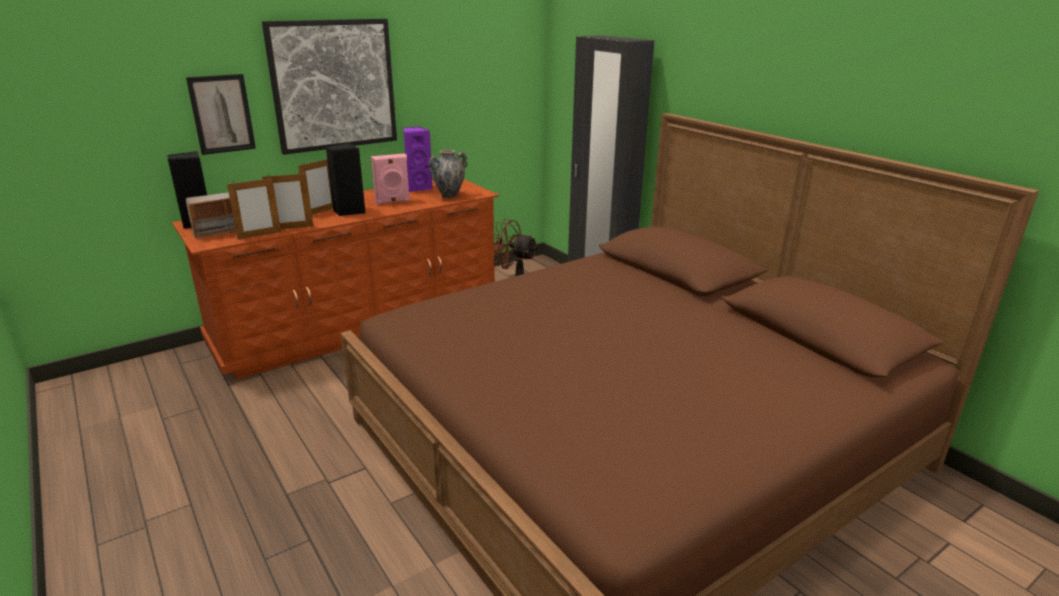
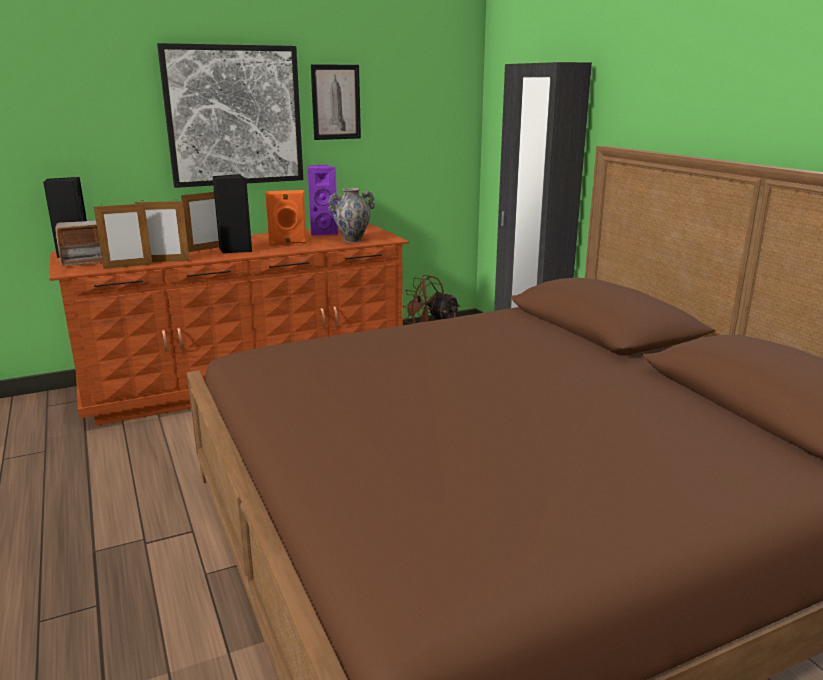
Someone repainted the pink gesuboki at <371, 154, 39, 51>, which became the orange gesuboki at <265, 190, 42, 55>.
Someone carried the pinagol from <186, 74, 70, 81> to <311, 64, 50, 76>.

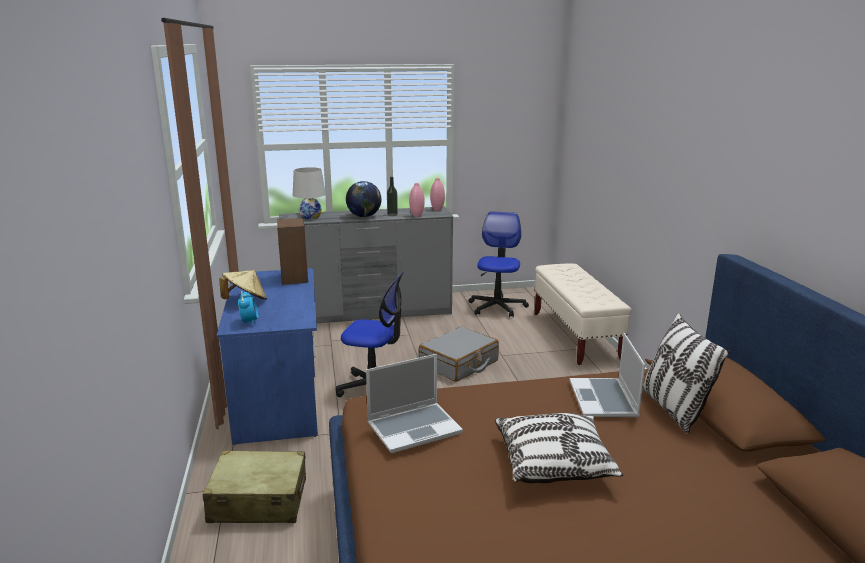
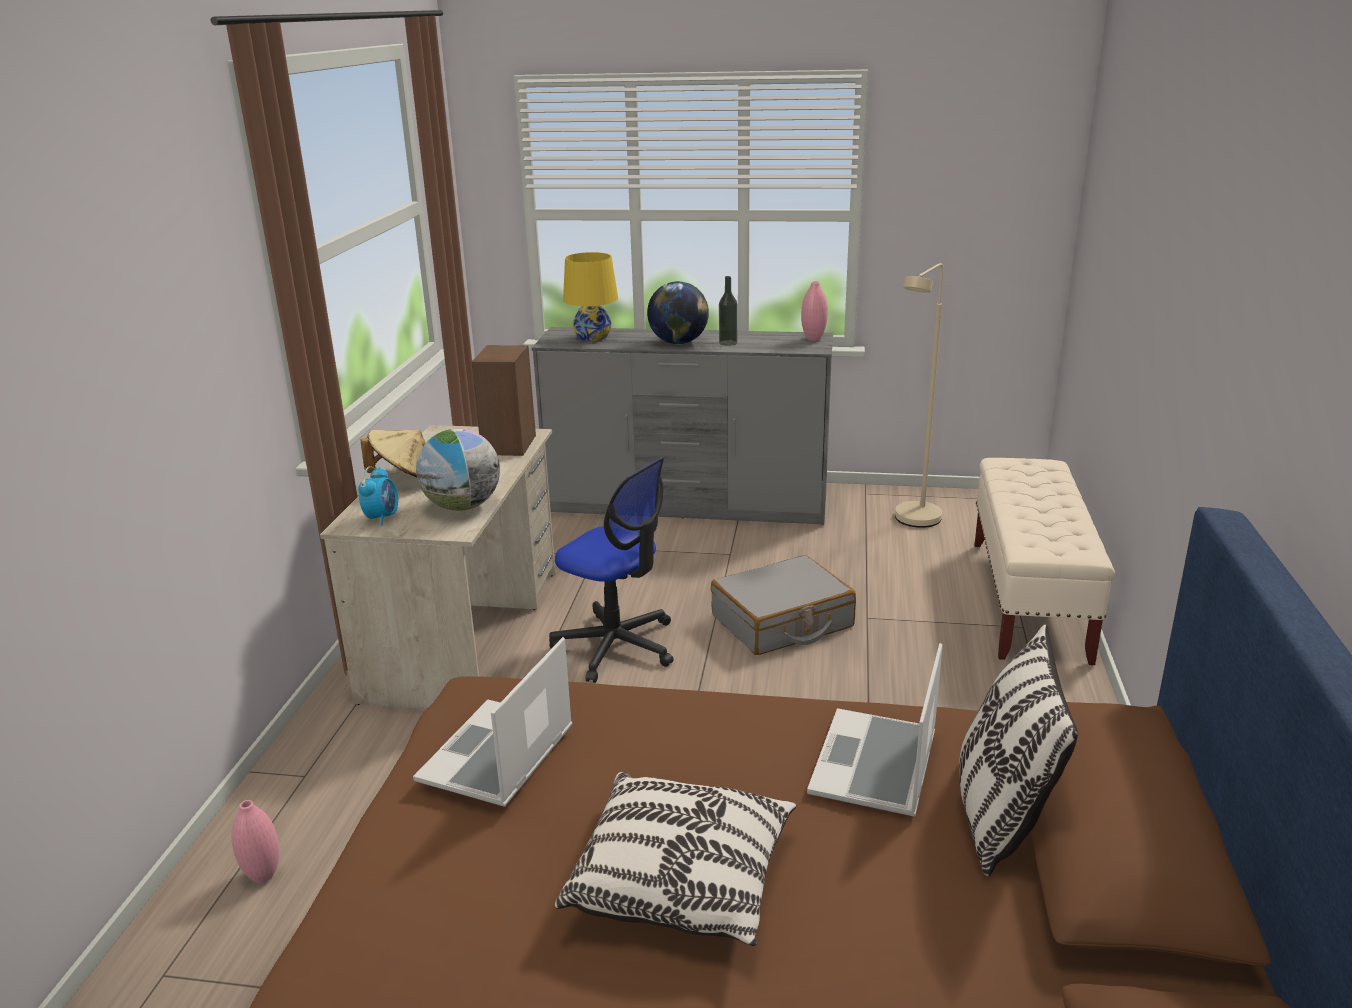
Someone carried the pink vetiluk from <409, 183, 16, 34> to <231, 800, 48, 83>.
Someone repainted the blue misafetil at <216, 268, 102, 177>, which became the beige misafetil at <320, 425, 236, 284>.
Someone rotated the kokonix at <366, 354, 97, 99> by 120 degrees clockwise.
Someone put down the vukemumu at <416, 428, 84, 83>.
Someone repainted the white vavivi at <293, 167, 33, 52>, which became the yellow vavivi at <563, 252, 55, 89>.
Someone swapped the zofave at <469, 211, 60, 106> for the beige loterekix at <895, 263, 48, 265>.
Someone took away the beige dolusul at <203, 450, 103, 73>.

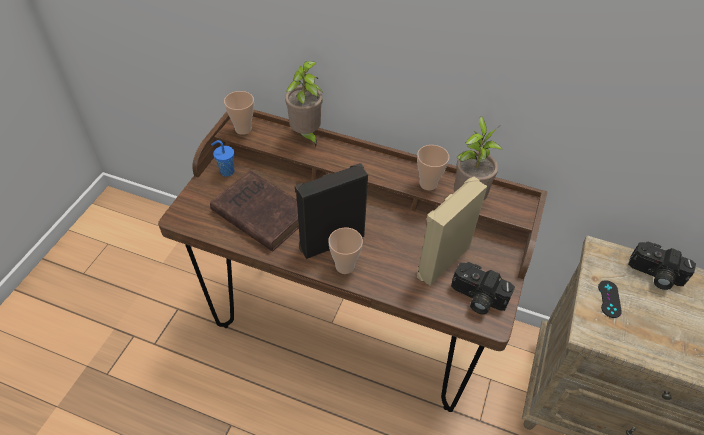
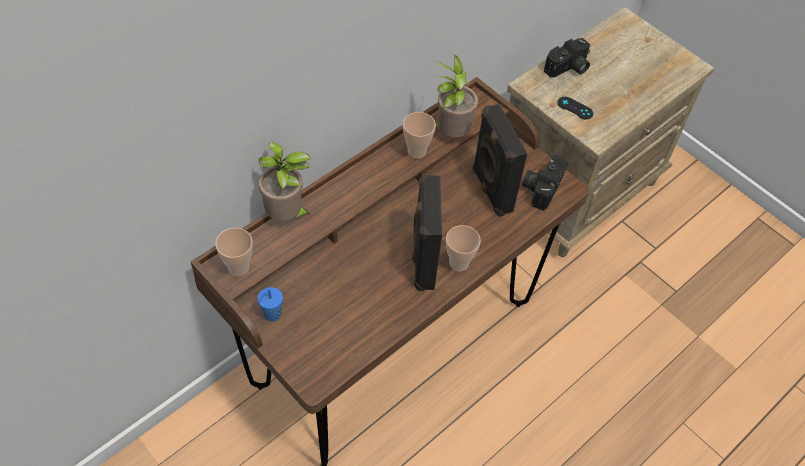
Someone repainted the beige gesuboki at <417, 177, 70, 109>, which became the black gesuboki at <472, 104, 55, 113>.
Someone rotated the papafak at <451, 262, 64, 52> by 150 degrees clockwise.
Someone took away the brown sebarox at <210, 170, 89, 81>.

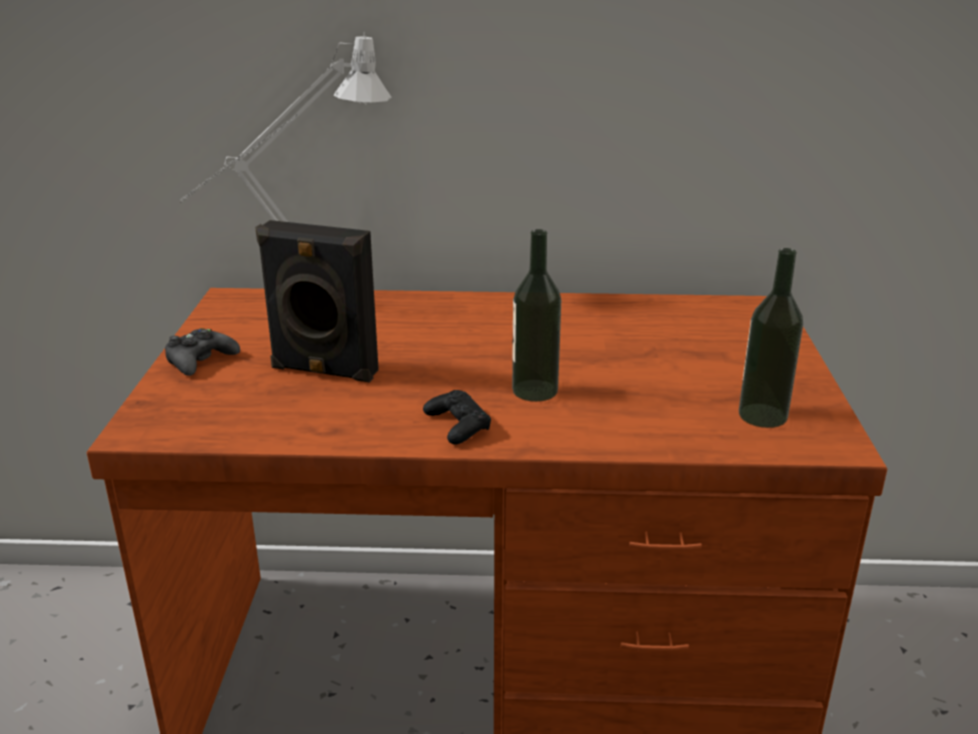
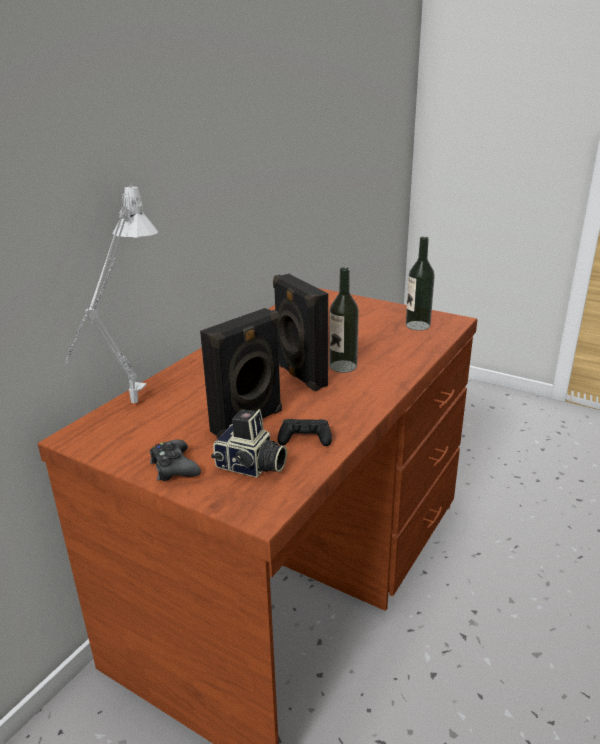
Someone put down the papafak at <211, 409, 76, 69>.
Someone put down the black gesuboki at <273, 274, 55, 118>.
Someone carried the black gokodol from <423, 390, 68, 55> to <277, 419, 55, 27>.

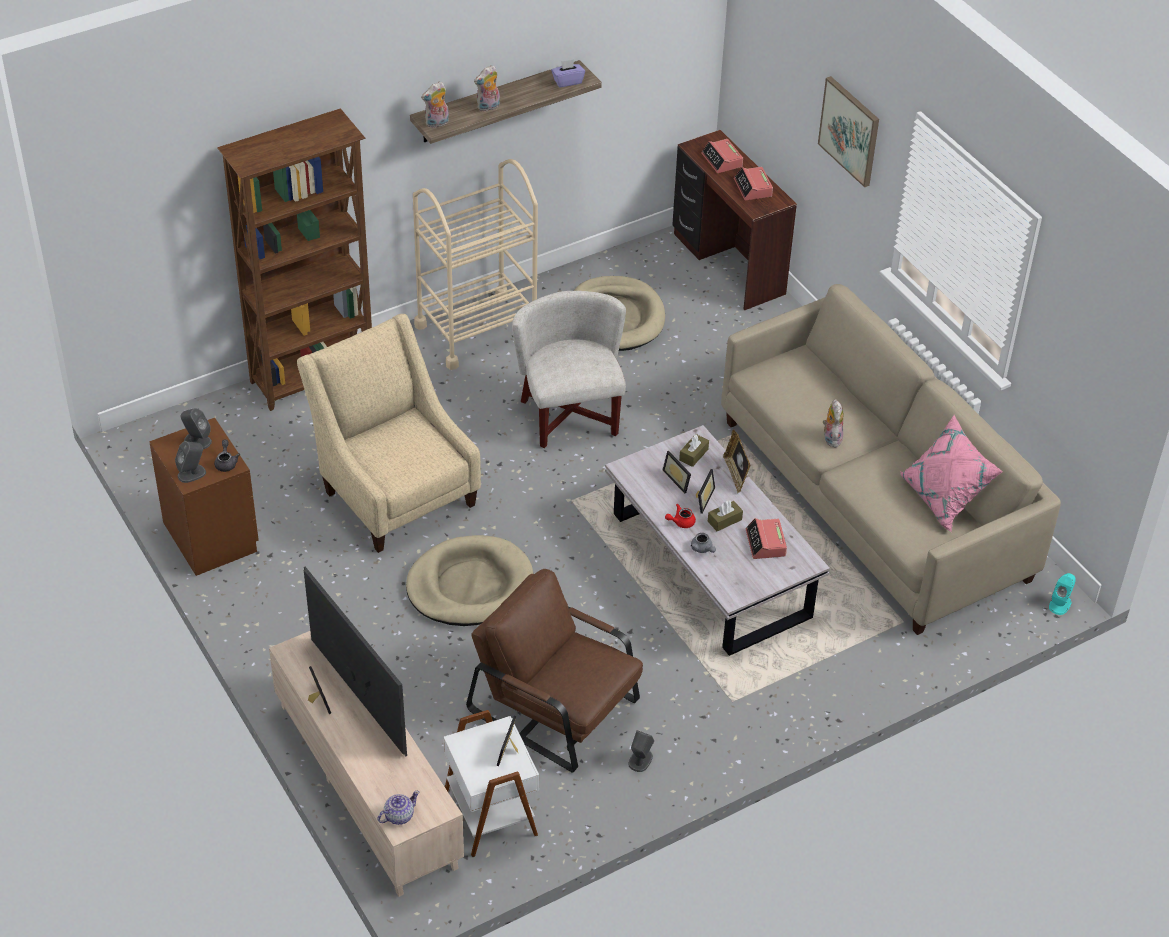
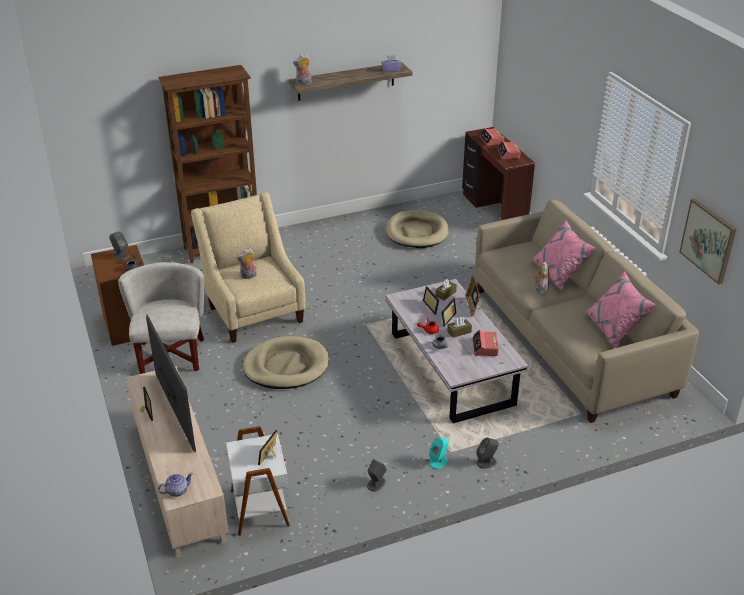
Someone carried the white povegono from <512, 291, 114, 157> to <118, 262, 86, 112>.
Someone carried the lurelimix from <474, 65, 26, 47> to <236, 248, 21, 31>.
Someone carried the turquoise gesuboki from <1049, 573, 27, 42> to <429, 438, 20, 32>.
Someone carried the grey gesuboki from <175, 441, 31, 42> to <476, 438, 23, 31>.
Someone put down the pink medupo at <532, 220, 64, 70>.
Someone carried the pinagol from <818, 76, 61, 111> to <679, 198, 57, 87>.
Someone took away the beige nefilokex at <413, 159, 125, 211>.
Someone took away the brown povegono at <466, 569, 177, 204>.

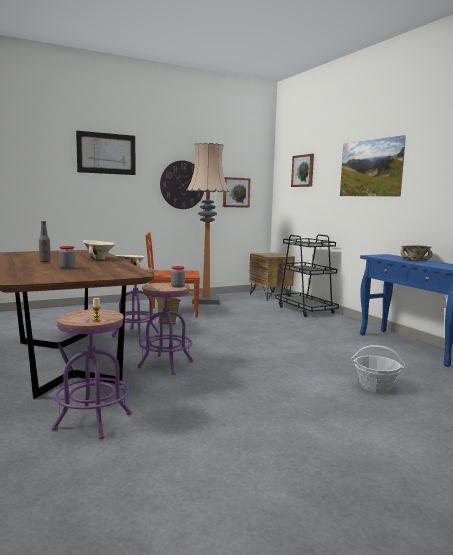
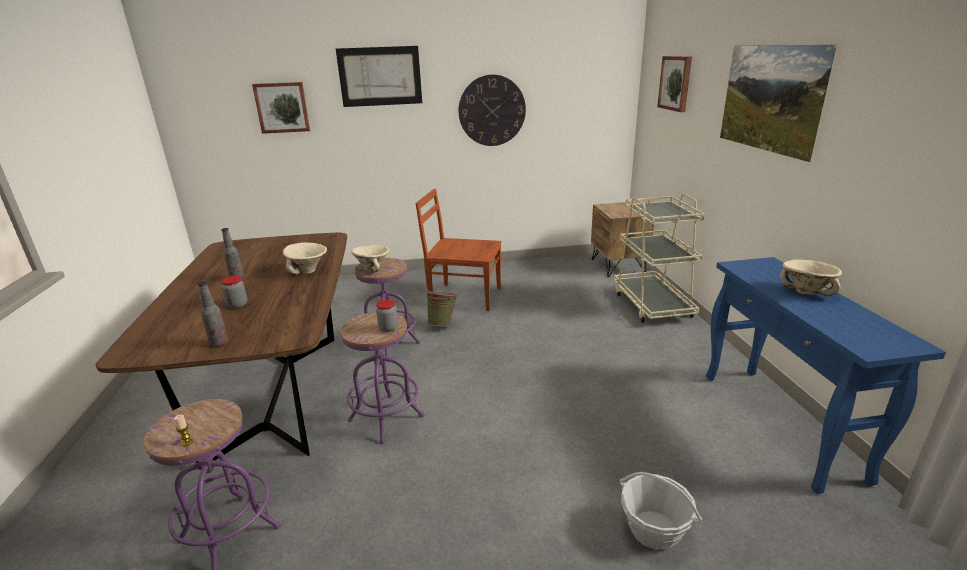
Someone put down the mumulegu at <198, 281, 30, 66>.
Someone carried the pinagol from <223, 177, 28, 31> to <252, 82, 58, 52>.
Someone repainted the black nefilokex at <275, 234, 64, 83>, which became the beige nefilokex at <614, 194, 91, 129>.
Someone took away the loterekix at <187, 143, 43, 162>.

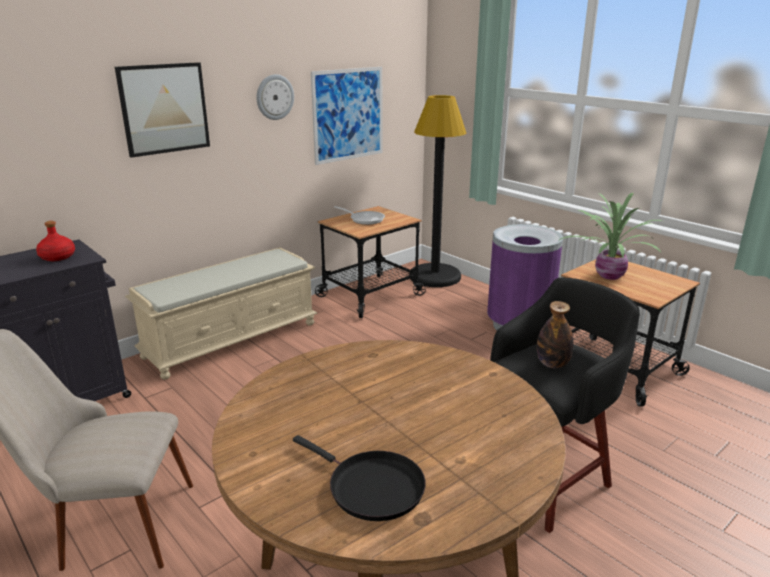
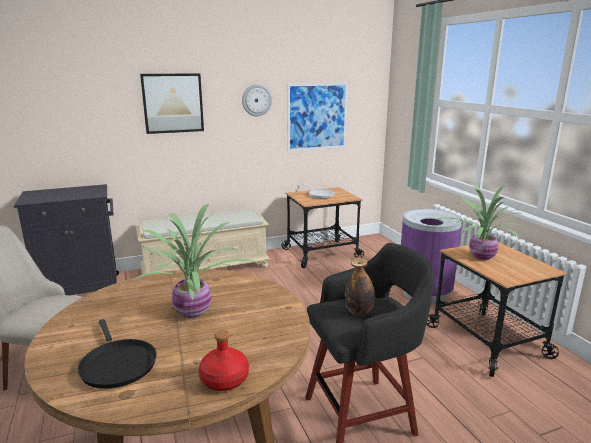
Someone put down the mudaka at <131, 204, 130, 114>.
Someone carried the red mumulegu from <36, 221, 39, 40> to <198, 330, 51, 61>.
Someone took away the black loterekix at <409, 95, 58, 192>.

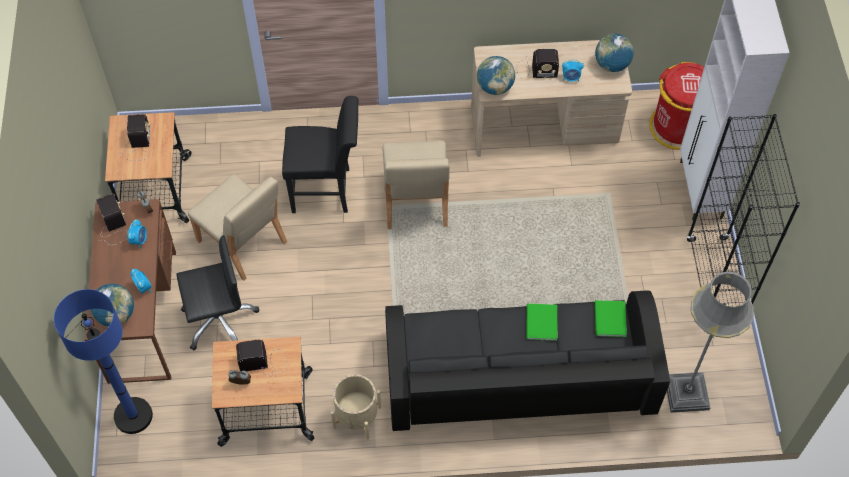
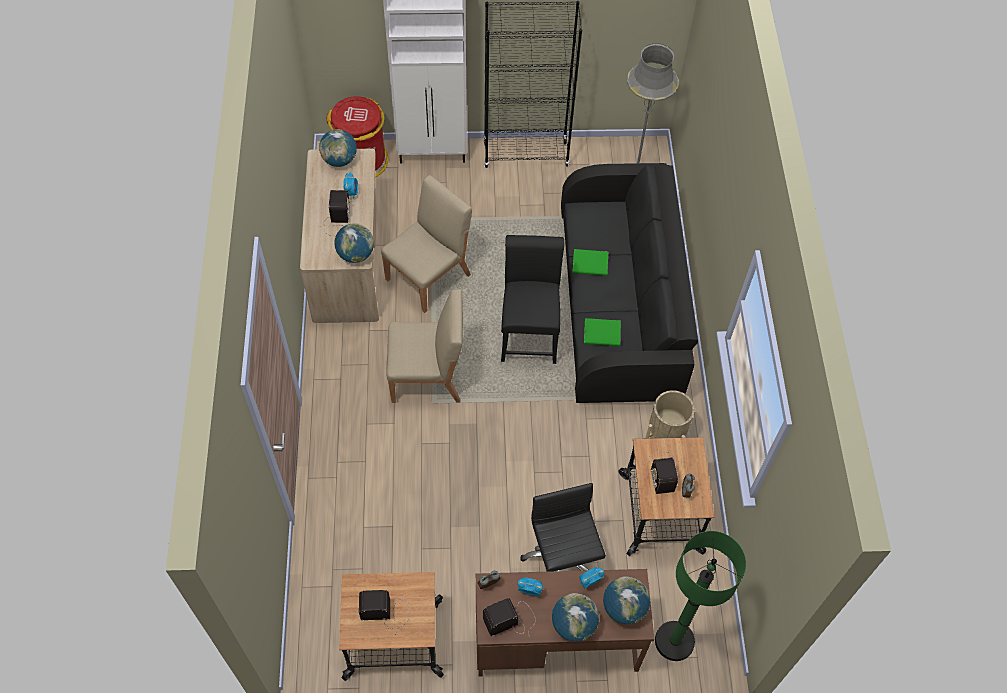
Someone carried the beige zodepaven from <188, 174, 99, 107> to <381, 175, 91, 138>.
Someone carried the black zodepaven from <282, 96, 76, 117> to <501, 235, 63, 129>.
Someone put down the vukemumu at <552, 593, 47, 48>.
Someone carried the green sebarox from <595, 300, 32, 37> to <584, 318, 37, 28>.
Someone repainted the blue loterekix at <54, 289, 99, 145>, which became the green loterekix at <655, 531, 91, 130>.

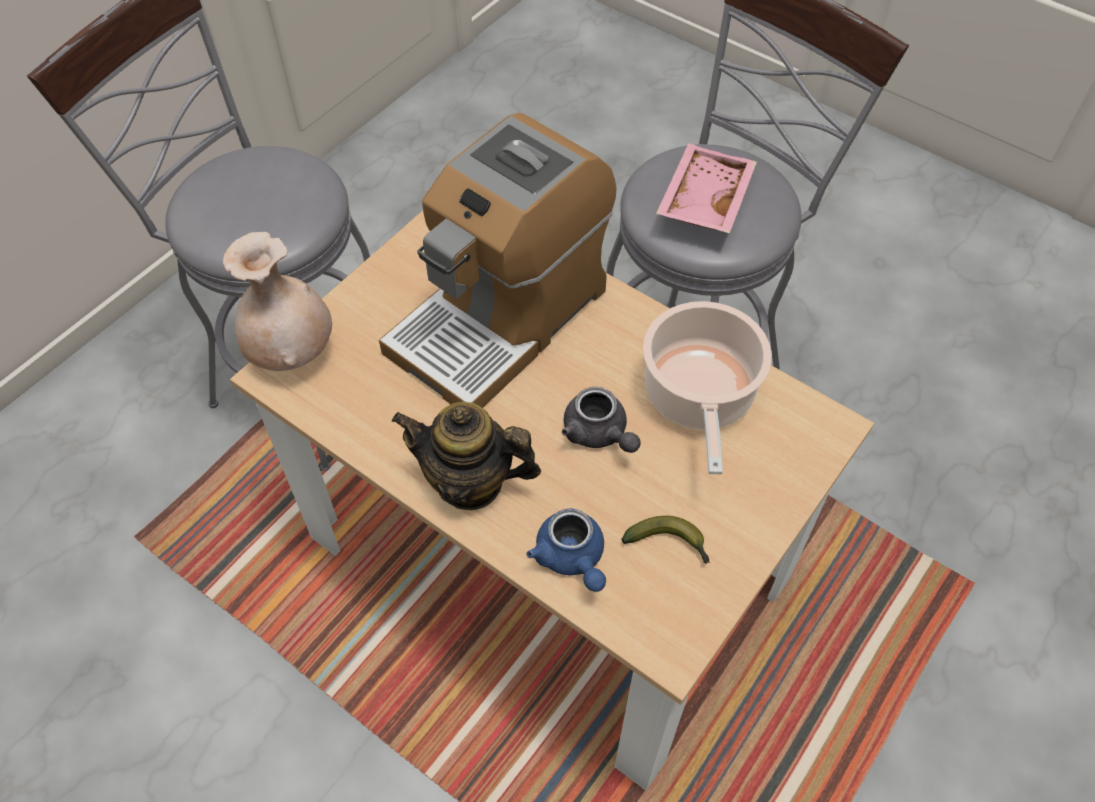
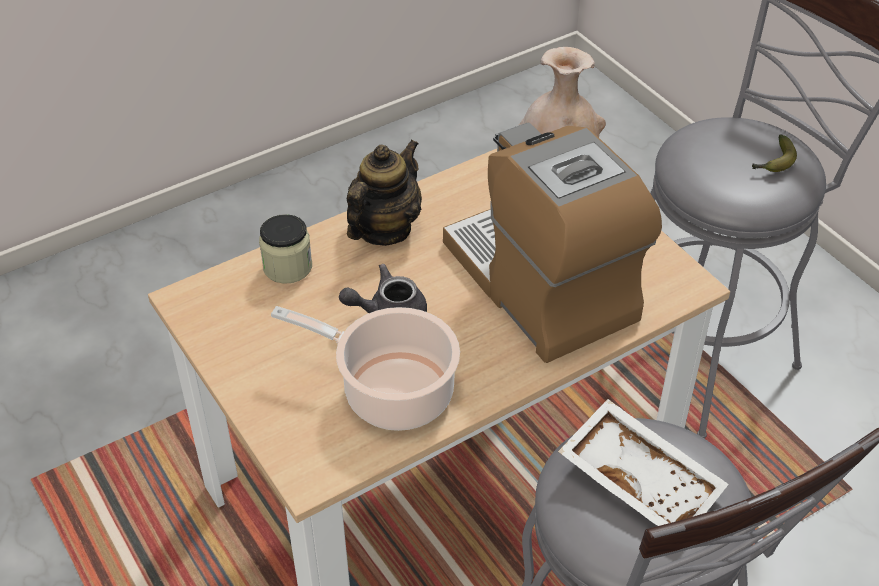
Someone swapped the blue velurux at <527, 509, 79, 83> for the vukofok at <259, 214, 53, 70>.
Someone repainted the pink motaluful at <656, 143, 101, 91>, which became the white motaluful at <558, 399, 171, 127>.
Someone carried the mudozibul from <621, 516, 89, 48> to <752, 134, 45, 38>.

